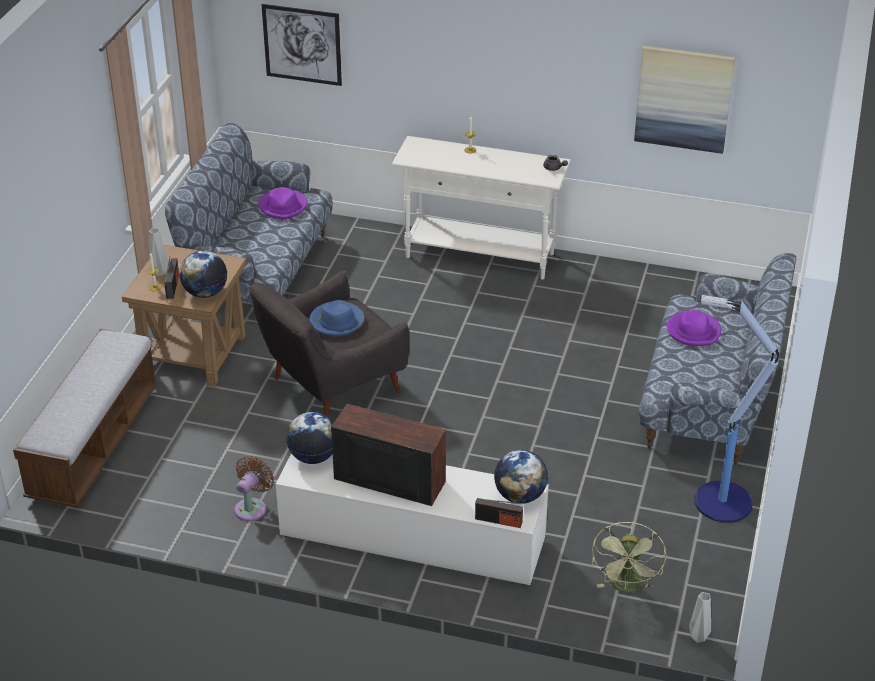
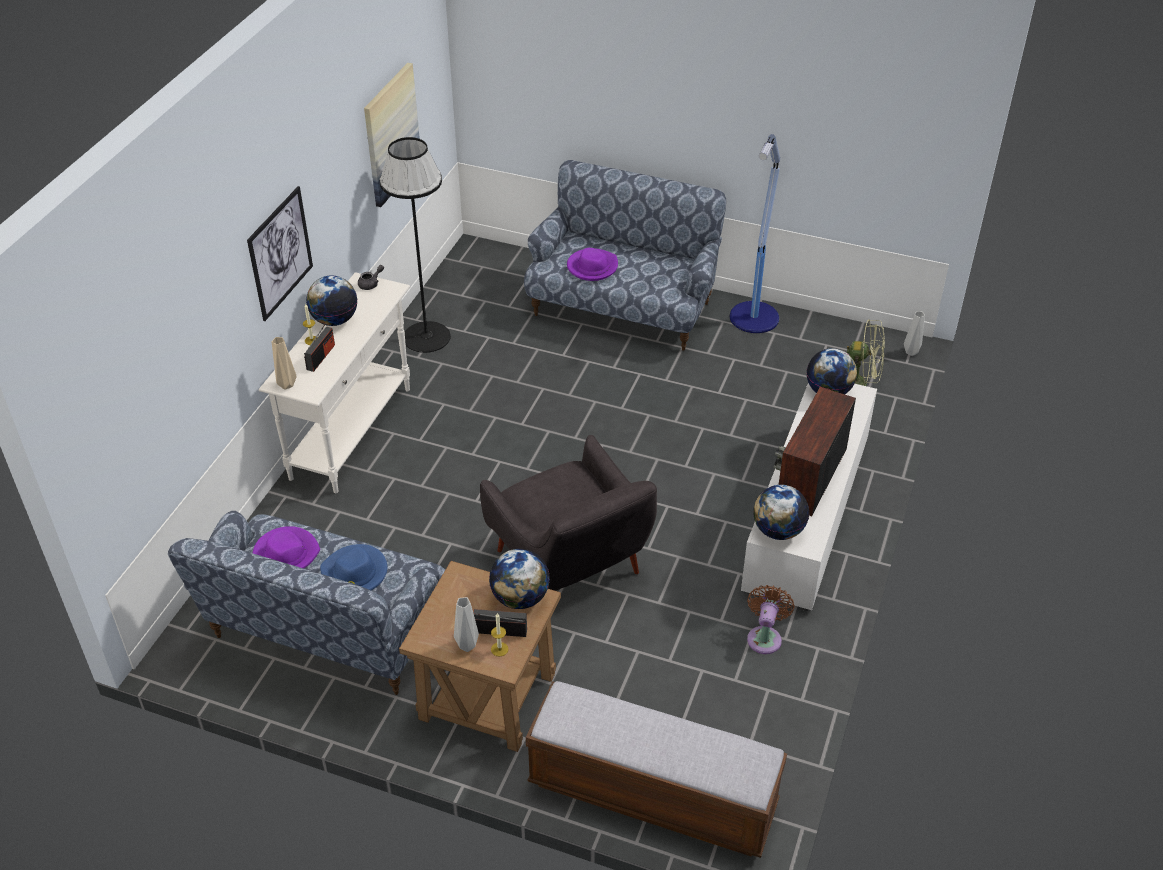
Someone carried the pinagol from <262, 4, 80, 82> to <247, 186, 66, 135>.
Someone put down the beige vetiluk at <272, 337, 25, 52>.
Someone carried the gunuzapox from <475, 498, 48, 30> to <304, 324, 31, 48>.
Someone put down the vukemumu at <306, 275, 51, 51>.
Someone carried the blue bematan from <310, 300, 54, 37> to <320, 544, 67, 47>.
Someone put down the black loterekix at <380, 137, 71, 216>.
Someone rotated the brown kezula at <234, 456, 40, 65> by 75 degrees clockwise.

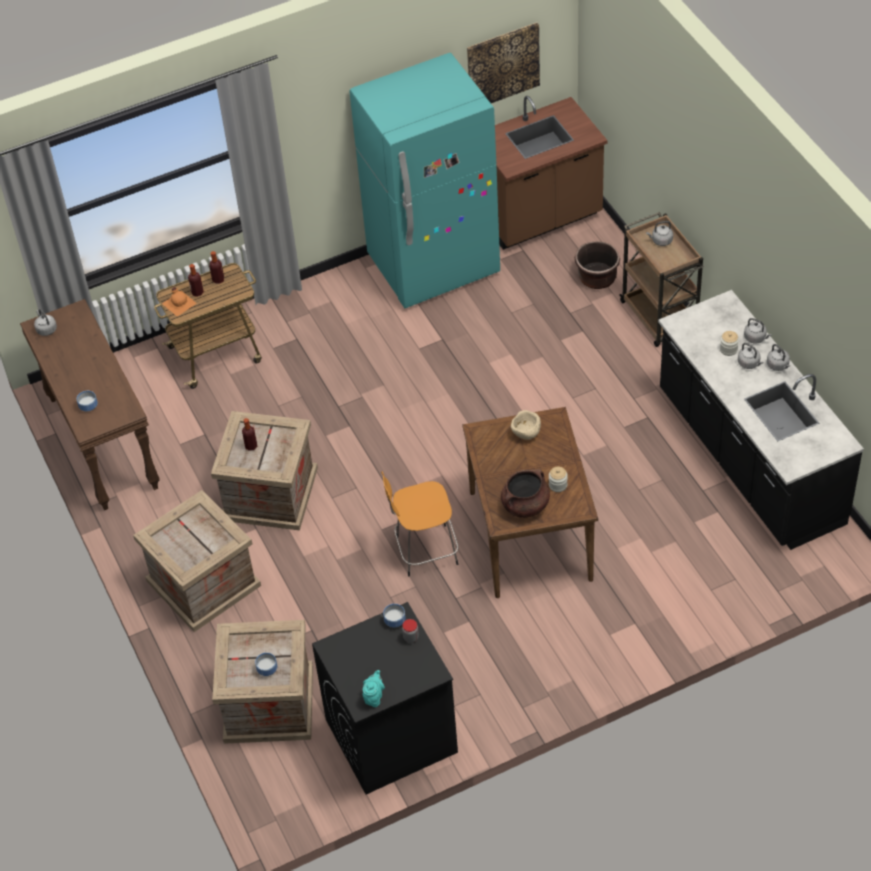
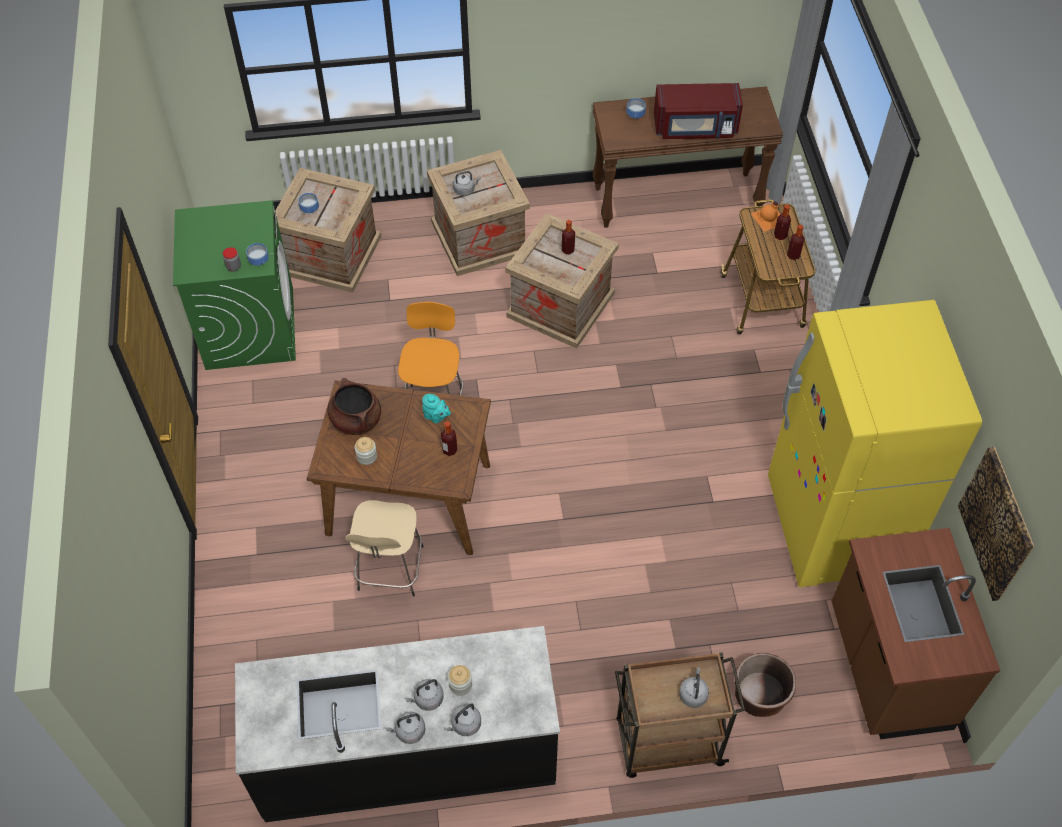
Someone repainted the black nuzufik at <312, 602, 146, 192>, which became the green nuzufik at <173, 200, 123, 170>.
Someone put down the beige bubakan at <345, 500, 79, 96>.
Someone carried the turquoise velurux from <363, 670, 22, 37> to <422, 394, 29, 30>.
Someone swapped the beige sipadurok at <511, 410, 30, 30> for the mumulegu at <441, 421, 16, 35>.
Someone carried the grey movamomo from <34, 309, 23, 27> to <453, 171, 28, 25>.
Someone put down the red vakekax at <654, 83, 89, 56>.
Someone repainted the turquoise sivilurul at <349, 53, 151, 255>, which became the yellow sivilurul at <768, 300, 214, 287>.

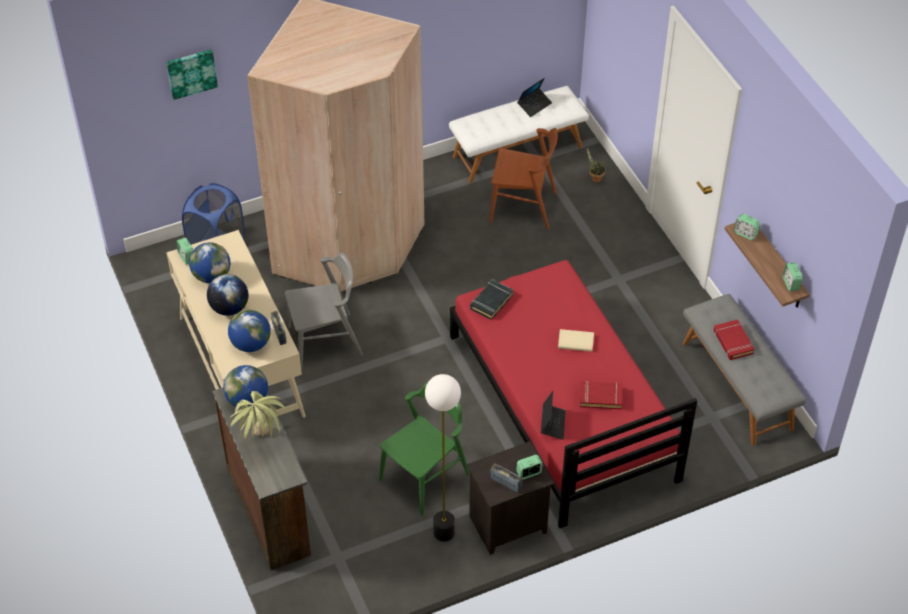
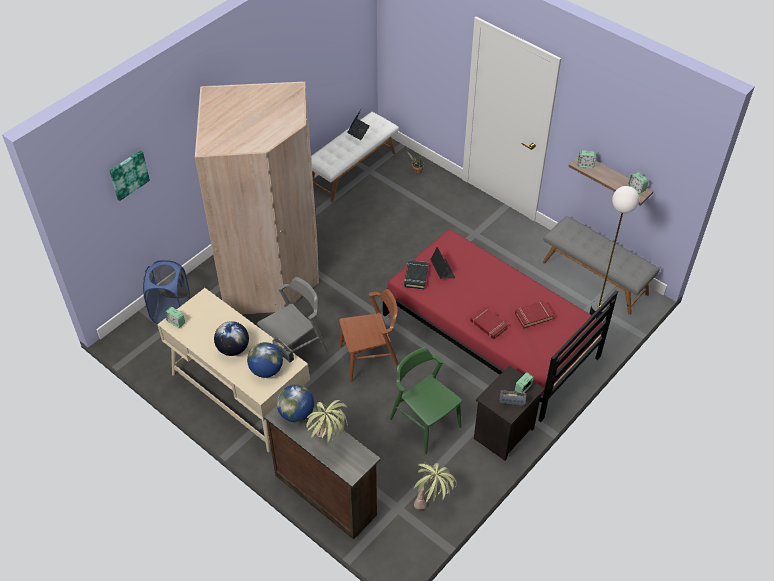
Someone carried the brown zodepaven from <489, 128, 69, 102> to <339, 289, 60, 93>.
Someone rotated the green zodepaven at <379, 382, 90, 133> by 60 degrees counterclockwise.
Someone put down the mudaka at <414, 462, 43, 48>.
Someone carried the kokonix from <541, 391, 25, 49> to <431, 247, 24, 31>.
Someone carried the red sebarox from <713, 319, 42, 41> to <470, 306, 38, 33>.
Someone carried the loterekix from <425, 374, 36, 168> to <589, 186, 50, 136>.
Someone took away the vukemumu at <189, 242, 41, 41>.
Someone took away the beige sebarox at <558, 329, 36, 23>.

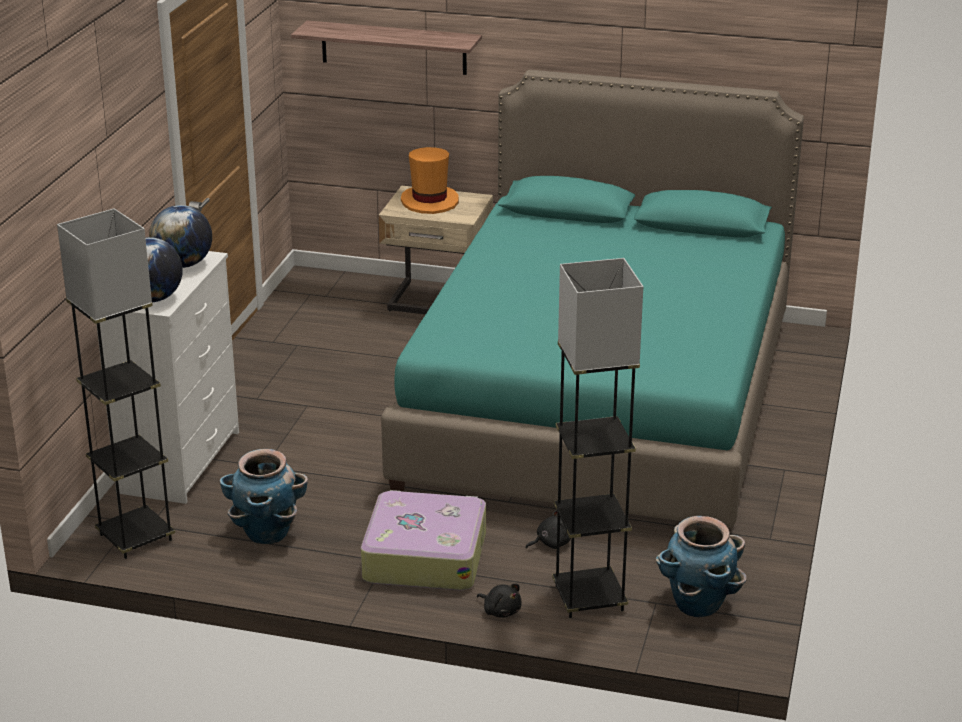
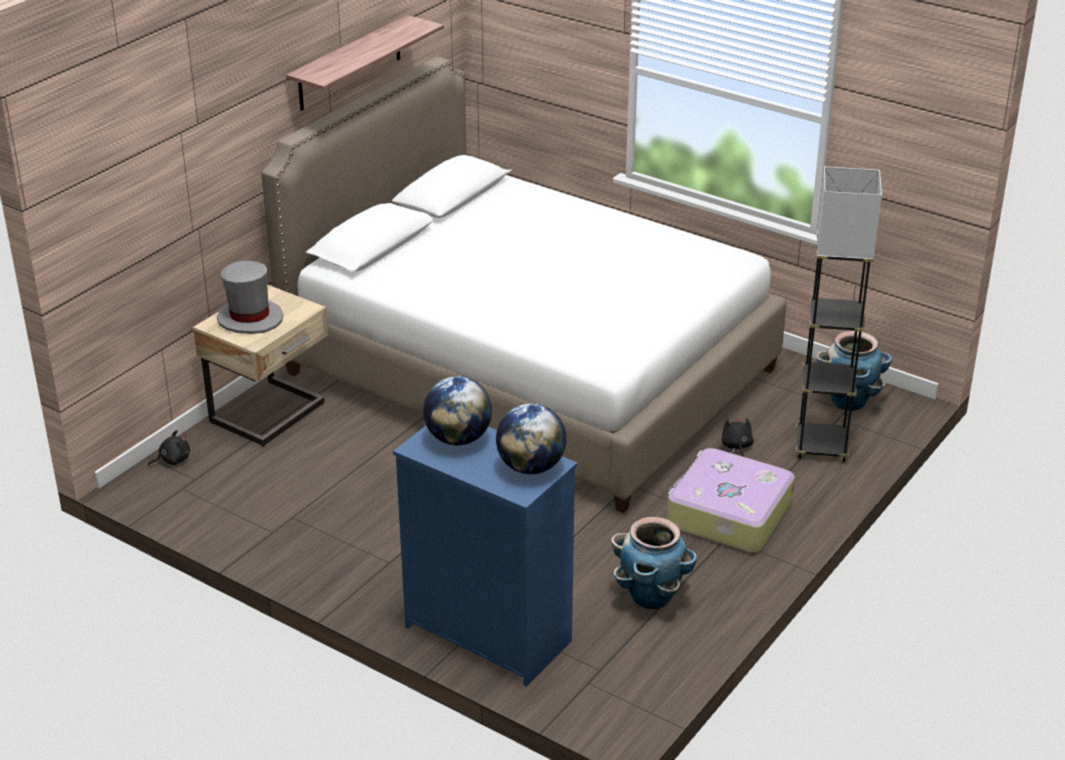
Someone carried the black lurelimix from <477, 584, 45, 34> to <148, 430, 42, 36>.
Someone repainted the orange bematan at <401, 147, 58, 67>, which became the grey bematan at <217, 261, 66, 73>.
Someone repainted the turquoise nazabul at <381, 70, 423, 459>, which became the white nazabul at <261, 57, 526, 456>.
Someone carried the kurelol from <291, 21, 191, 54> to <286, 15, 158, 96>.
Someone repainted the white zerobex at <96, 251, 143, 253>, which became the blue zerobex at <393, 426, 185, 261>.
Someone took away the grey loterekix at <57, 208, 118, 351>.

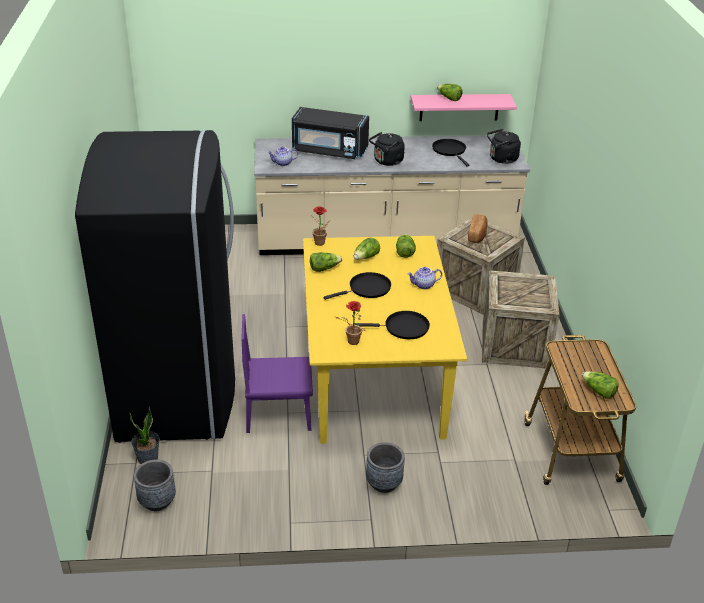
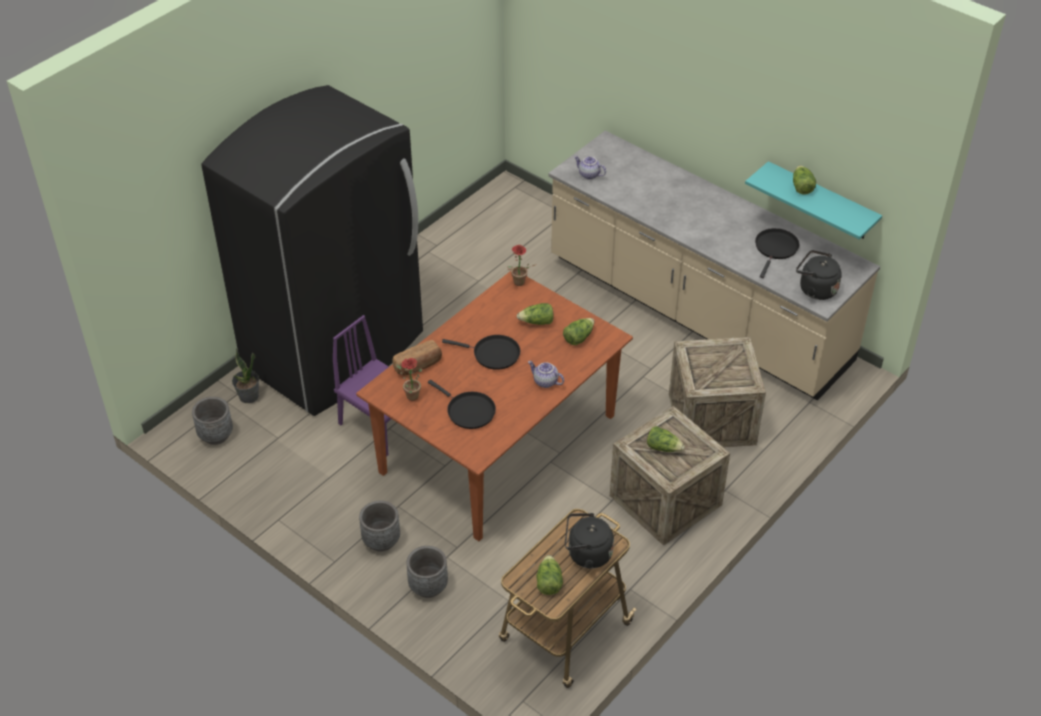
Someone repainted the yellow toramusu at <303, 236, 164, 208>, which became the brown toramusu at <356, 271, 277, 270>.
Someone carried the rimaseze from <468, 214, 20, 29> to <393, 340, 49, 36>.
Someone put down the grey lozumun at <406, 546, 42, 52>.
Someone carried the black movamomo from <369, 132, 36, 34> to <565, 513, 49, 56>.
Someone carried the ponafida from <310, 252, 32, 20> to <647, 426, 38, 26>.
Someone repainted the pink kurelol at <411, 94, 106, 27>, which became the turquoise kurelol at <745, 161, 137, 79>.
Someone took away the black vakekax at <292, 107, 77, 52>.

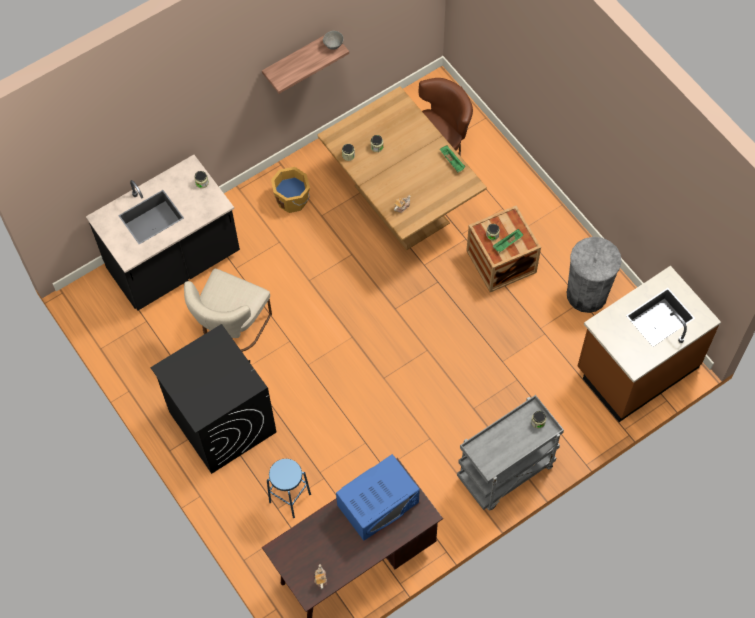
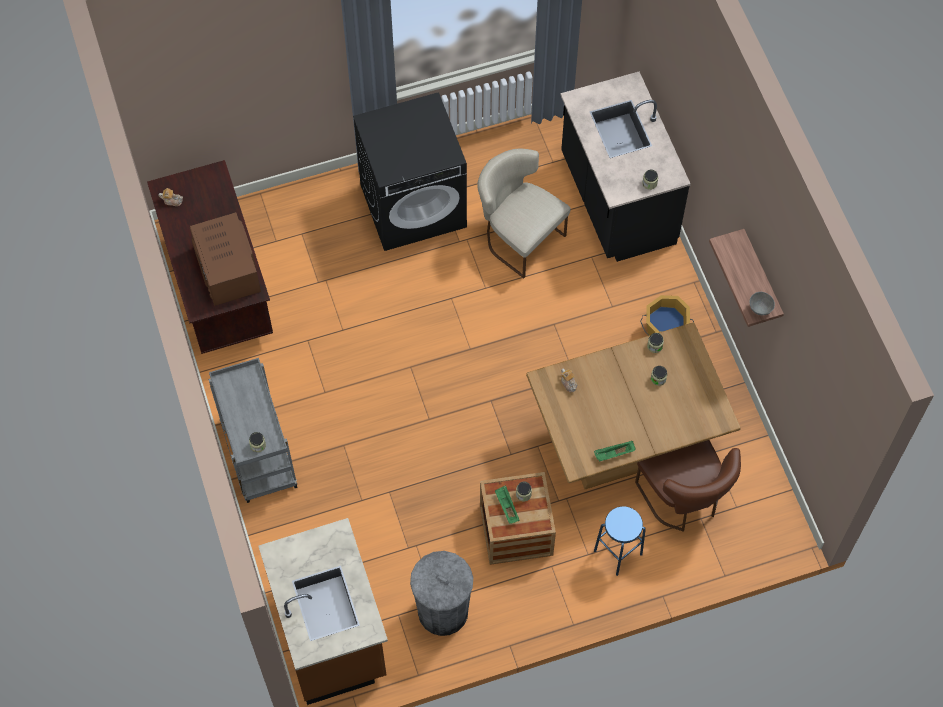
Someone repainted the blue vakekax at <336, 454, 84, 87>, which became the brown vakekax at <190, 212, 71, 94>.
Someone carried the blue bubakan from <267, 459, 44, 59> to <594, 506, 52, 70>.

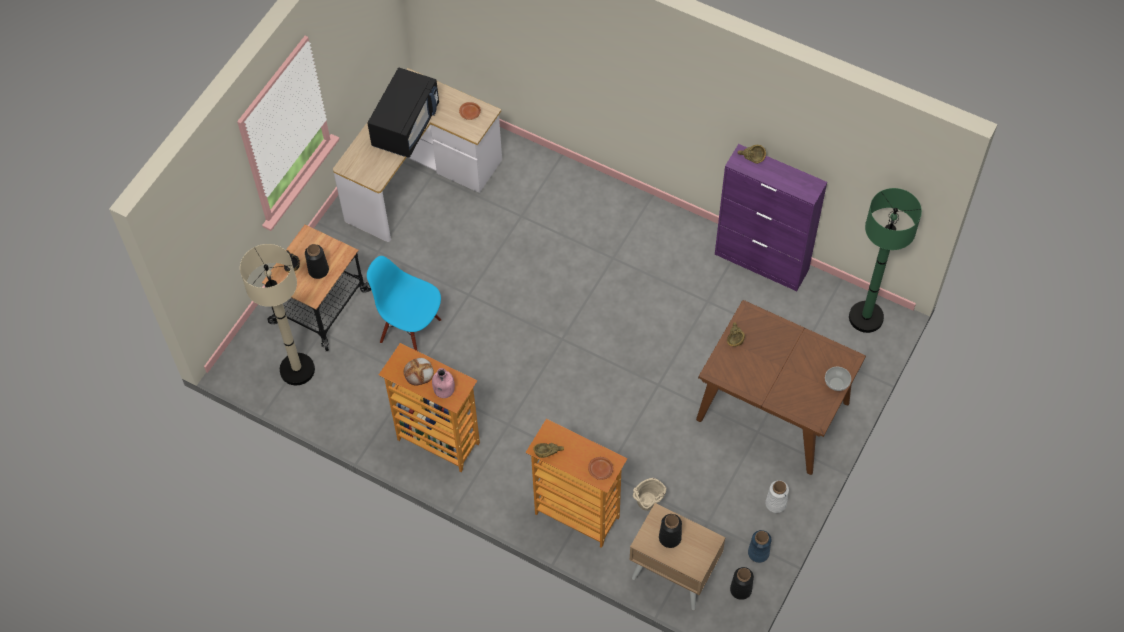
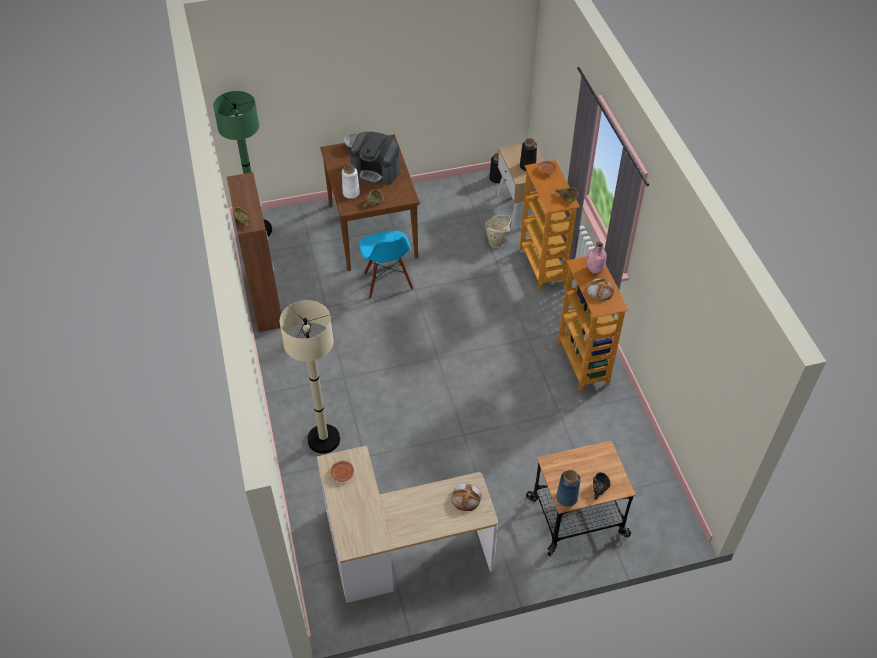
Someone repainted the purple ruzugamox at <715, 144, 112, 147>, which became the brown ruzugamox at <227, 172, 54, 160>.
Someone carried the beige loterekix from <240, 244, 75, 141> to <280, 300, 60, 154>.
Someone carried the white vetiluk from <765, 480, 24, 33> to <342, 164, 18, 35>.
Someone put down the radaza at <350, 132, 51, 53>.
Someone carried the blue zodepaven from <367, 256, 75, 95> to <359, 231, 55, 67>.
Someone put down the rimaseze at <452, 484, 29, 27>.
Someone carried the blue vetiluk from <748, 530, 23, 33> to <556, 470, 25, 37>.
Someone took away the black vetiluk at <305, 244, 24, 35>.
Someone took away the black vakekax at <367, 68, 72, 90>.

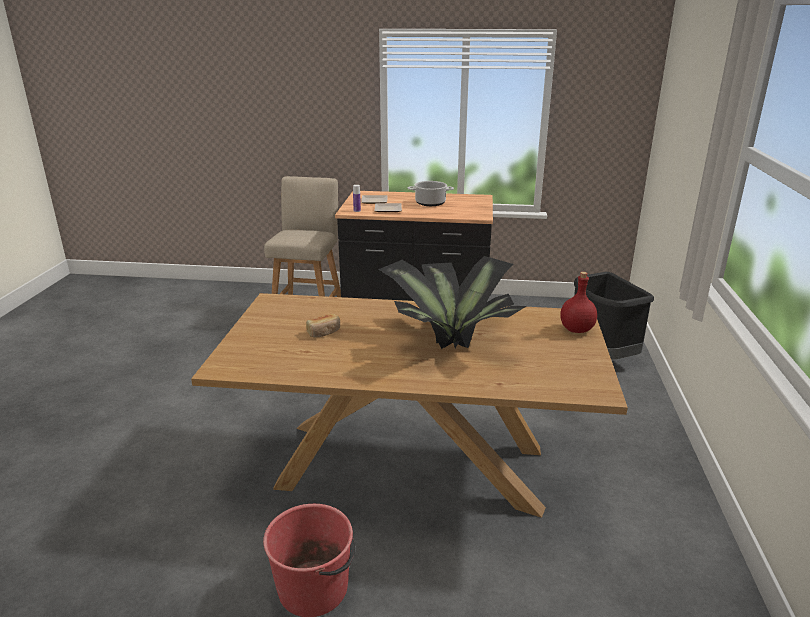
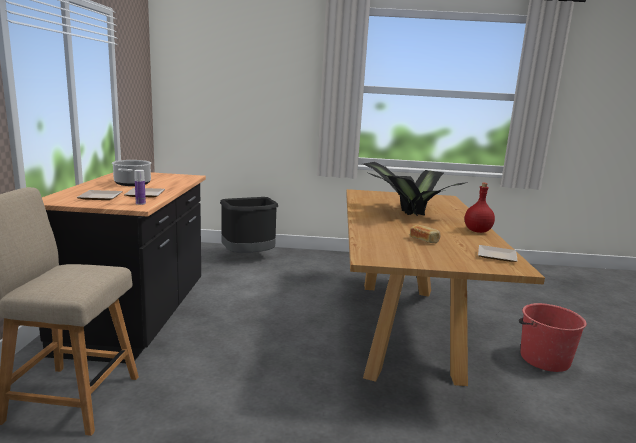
Someone carried the red mumulegu from <560, 272, 37, 61> to <465, 183, 30, 50>.
Someone put down the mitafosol at <478, 245, 40, 17>.

